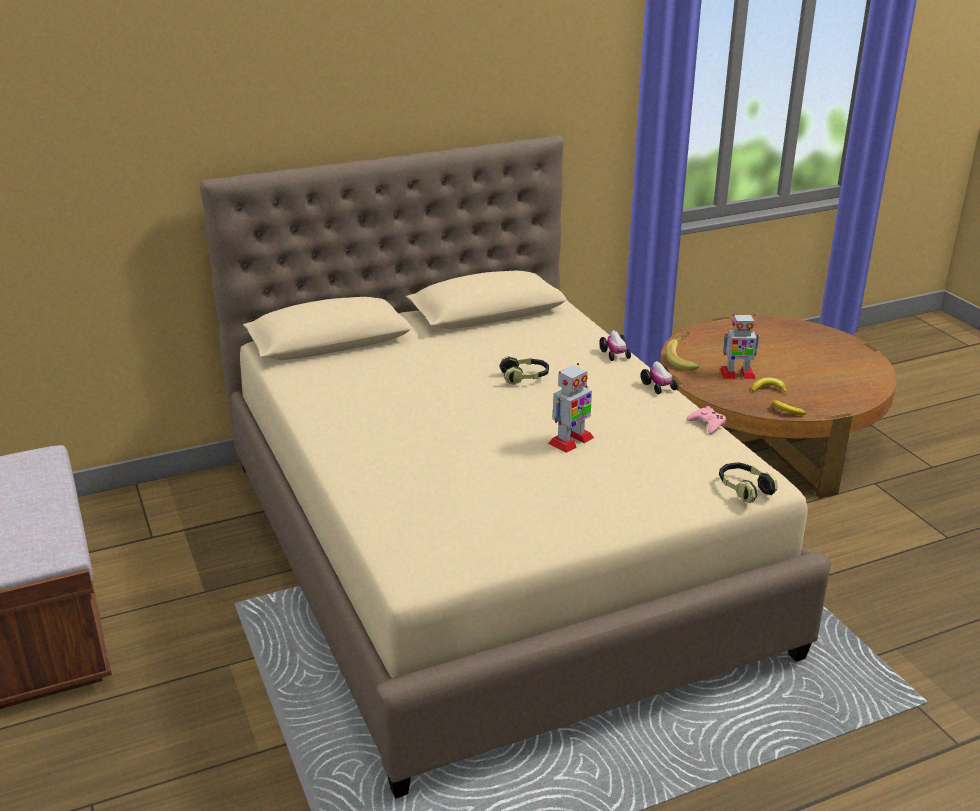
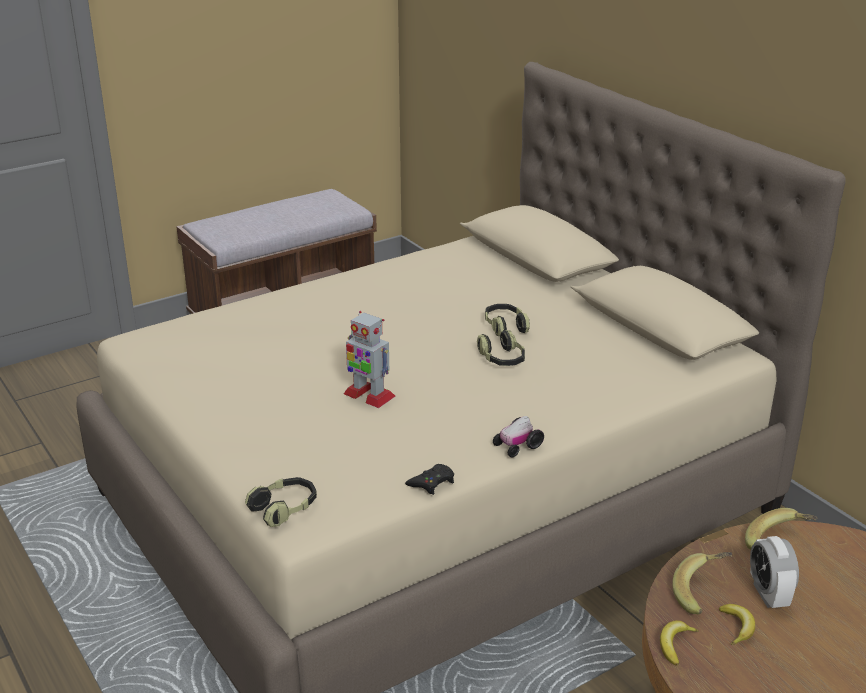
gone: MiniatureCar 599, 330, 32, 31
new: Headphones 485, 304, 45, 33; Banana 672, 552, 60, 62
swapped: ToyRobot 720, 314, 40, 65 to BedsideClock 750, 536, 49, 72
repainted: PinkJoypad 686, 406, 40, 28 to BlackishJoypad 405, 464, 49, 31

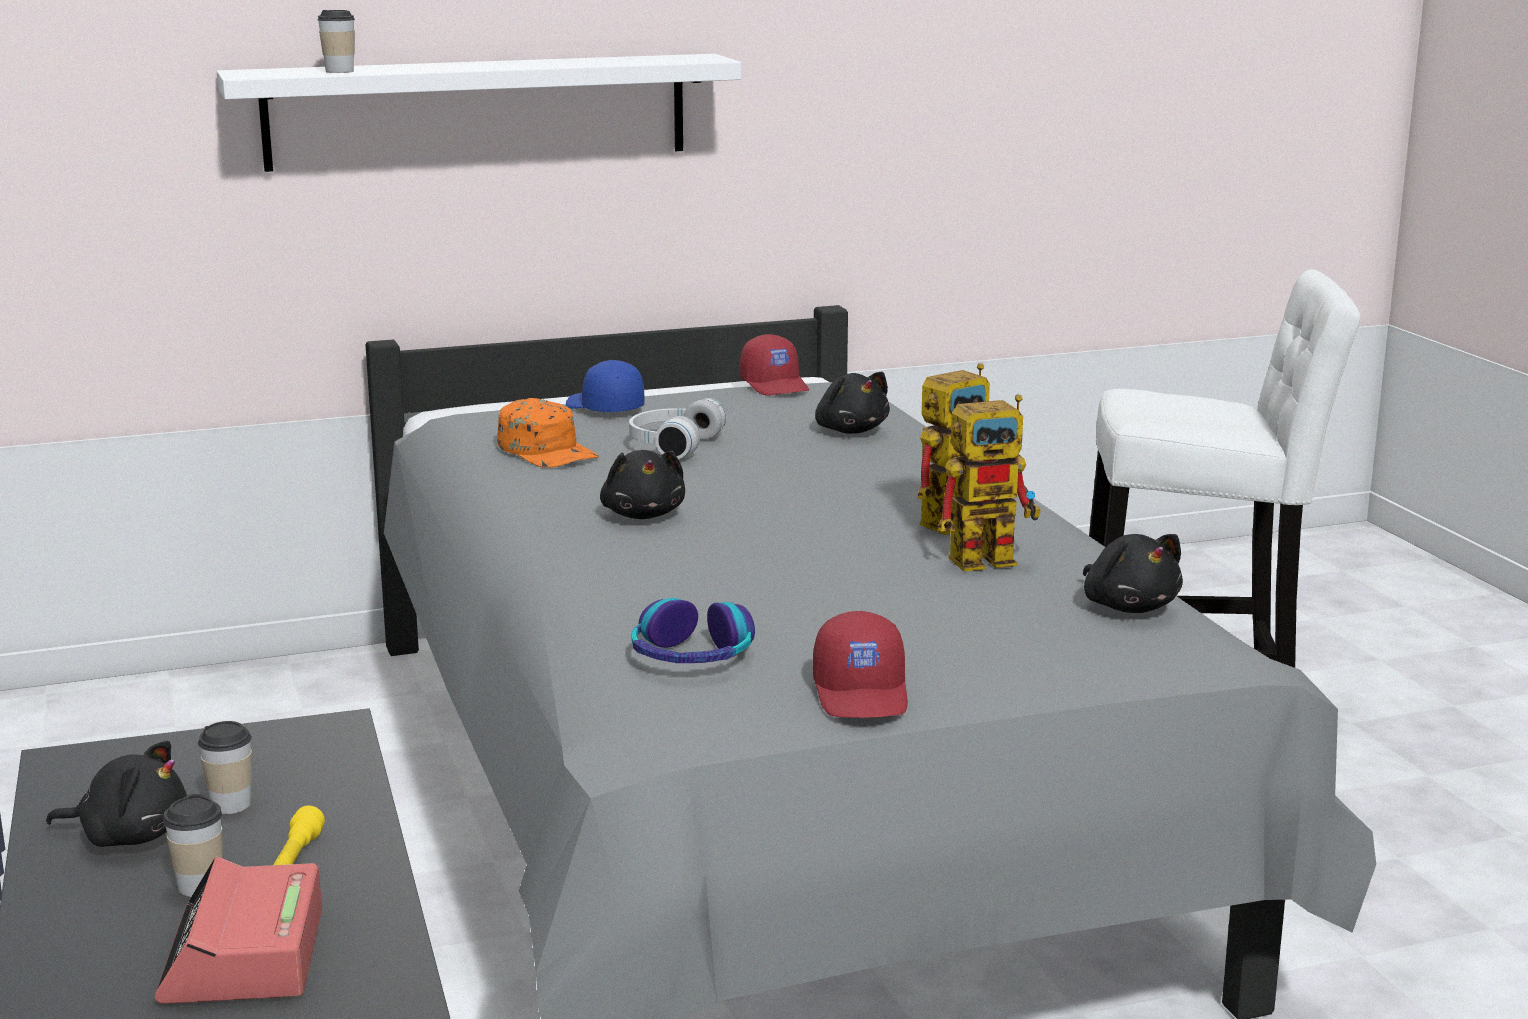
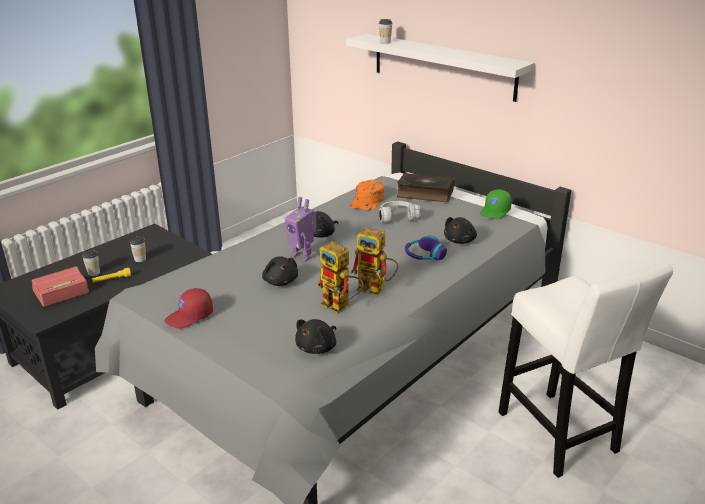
new: ToyRobot 285, 197, 31, 65
shifted: Headphones 631, 598, 124, 65 to 405, 235, 42, 26; BlackishPlushToy 46, 741, 141, 106 to 262, 256, 36, 30
swapped: BlueBaseballCap 566, 360, 79, 52 to BoundBook 397, 173, 57, 29
repainted: ReddishBaseballCap 740, 334, 69, 62 to GreenColouredBaseballCap 480, 189, 32, 30

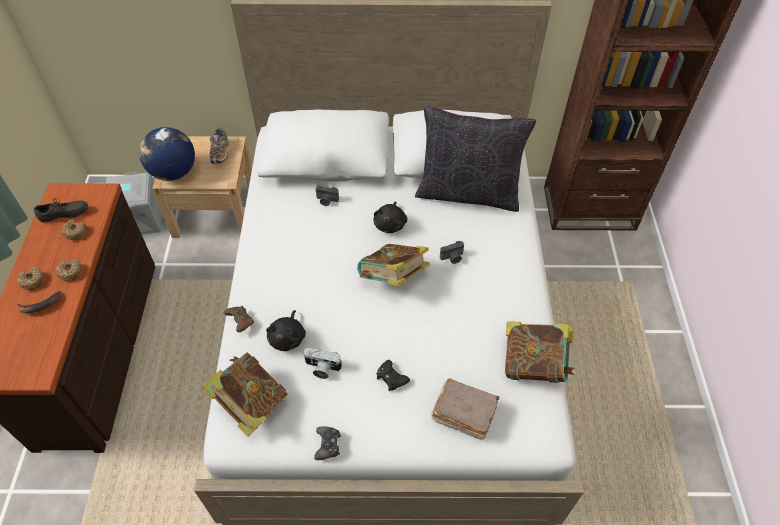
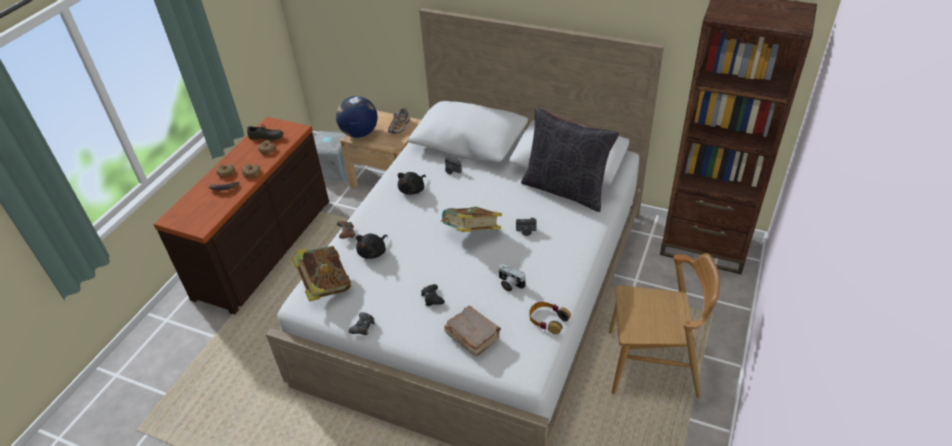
new: BrownColouredChair 609, 253, 111, 145
shifted: BlackishPlushToy 373, 202, 34, 31 to 398, 172, 28, 23; StillCamera 304, 348, 38, 31 to 499, 264, 27, 27
swapped: BoundBook 505, 321, 70, 62 to Headphones 529, 302, 42, 32

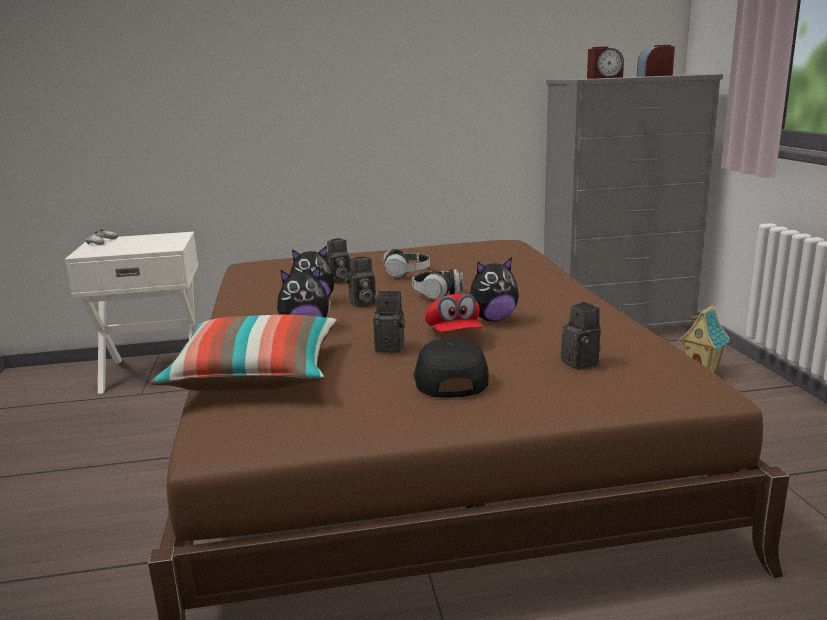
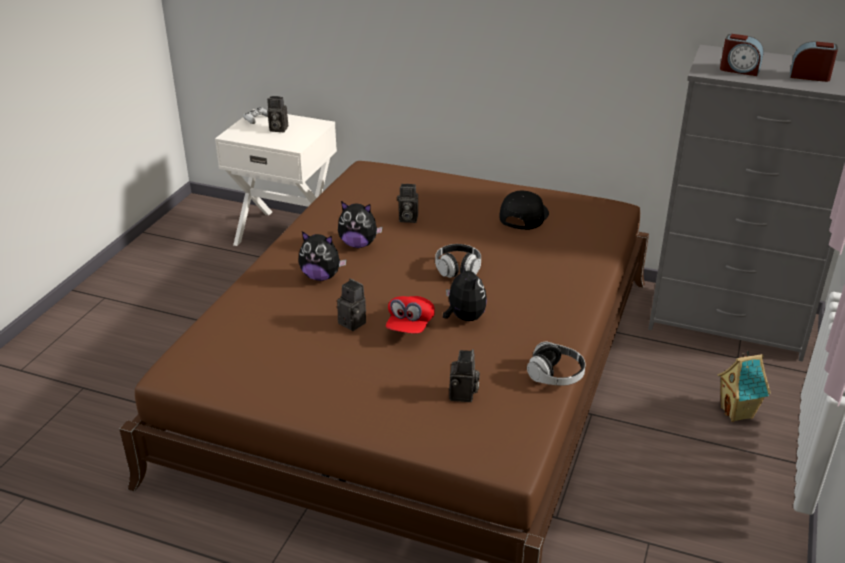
gone: ThrowPillow 150, 315, 187, 76
shifted: Headphones 382, 249, 48, 29 to 527, 342, 59, 44; StillCamera 345, 256, 31, 51 to 267, 96, 21, 36; BlackishBaseballCap 413, 338, 76, 60 to 500, 191, 49, 39
rotated: PlushToy 470, 257, 49, 64 = 443, 262, 44, 59 120 degrees counterclockwise

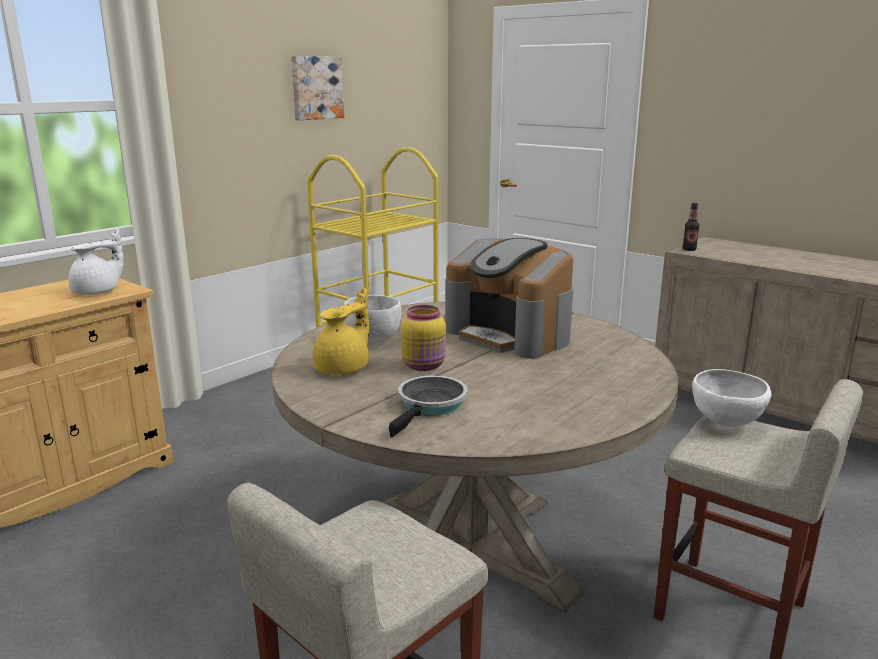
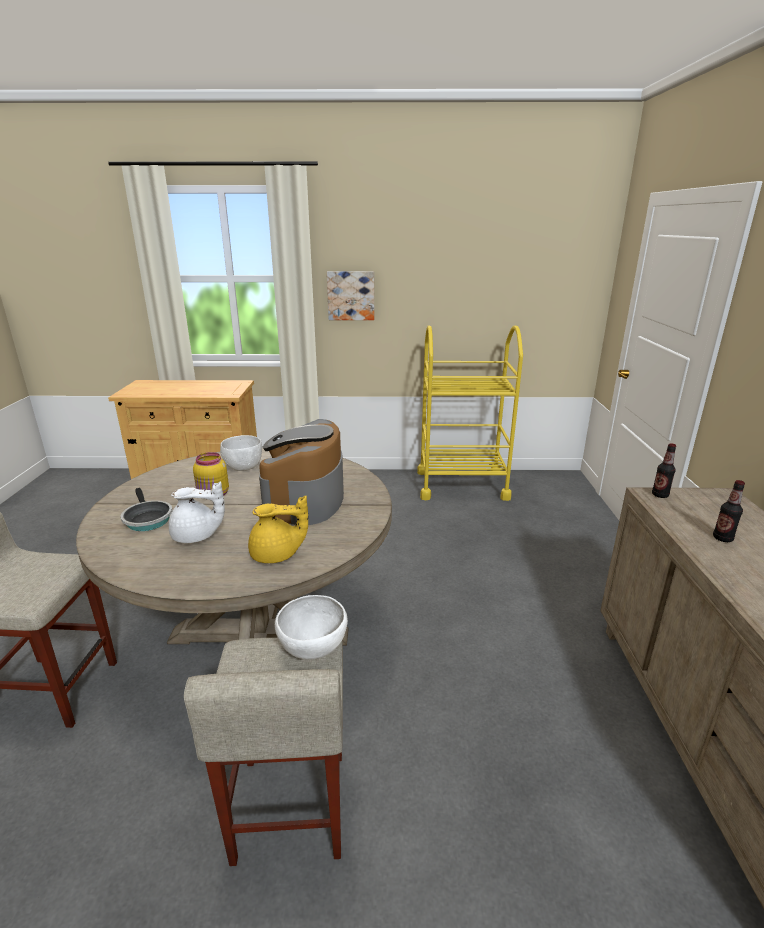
new: Bottle 713, 480, 32, 62
shifted: Picture 291, 56, 53, 64 to 327, 271, 47, 49; WhitishTeapot 68, 229, 55, 66 to 169, 482, 56, 61; YellowishTeapot 313, 288, 56, 87 to 248, 496, 60, 67
rotated: FryingPan 389, 376, 78, 61 = 121, 488, 51, 43 75 degrees clockwise

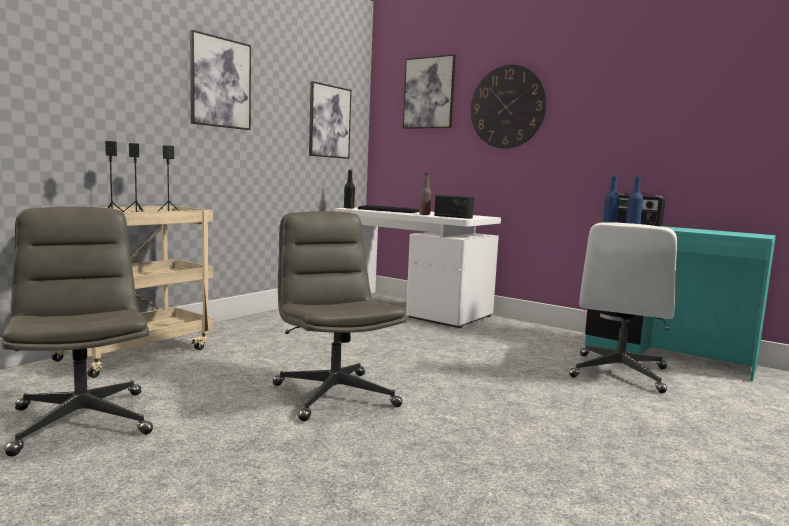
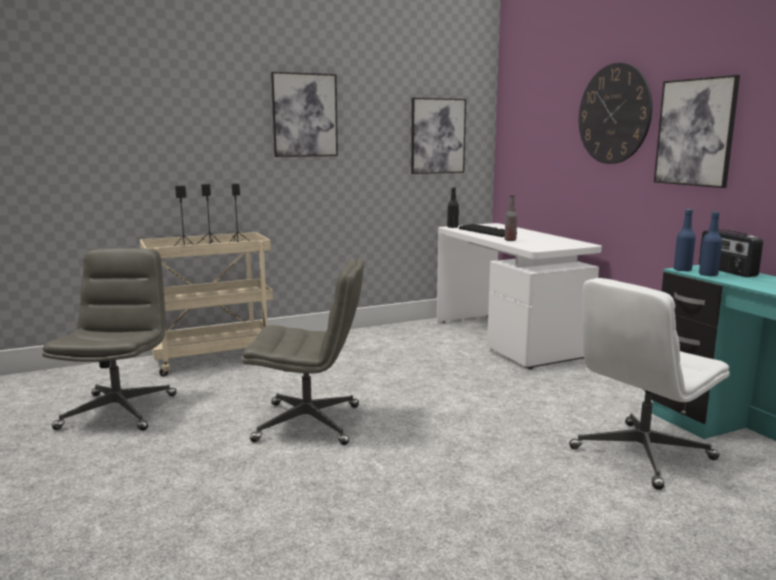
gone: RadioReceiver 434, 195, 40, 24
shifted: Picture 402, 54, 54, 75 to 654, 75, 86, 113
rotated: GreyOfficeChair 273, 211, 133, 210 = 242, 258, 122, 187 90 degrees clockwise

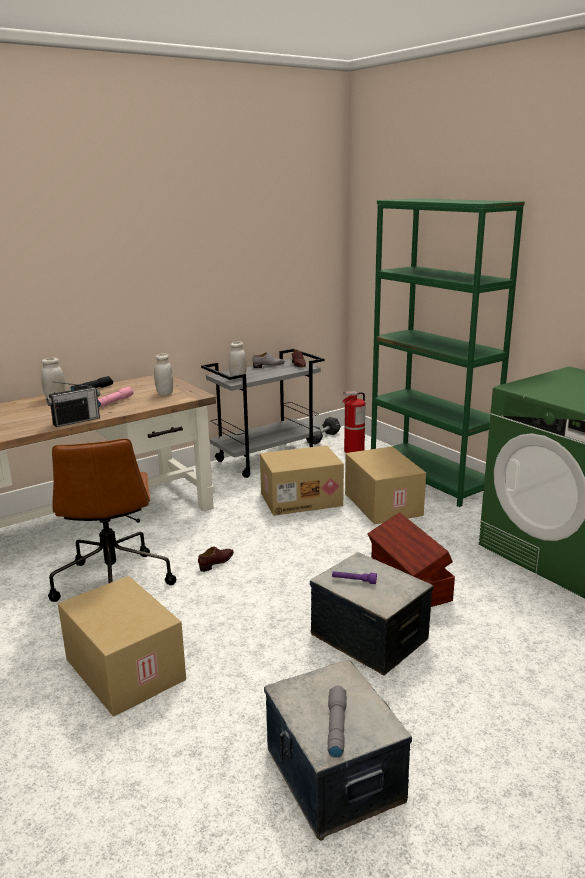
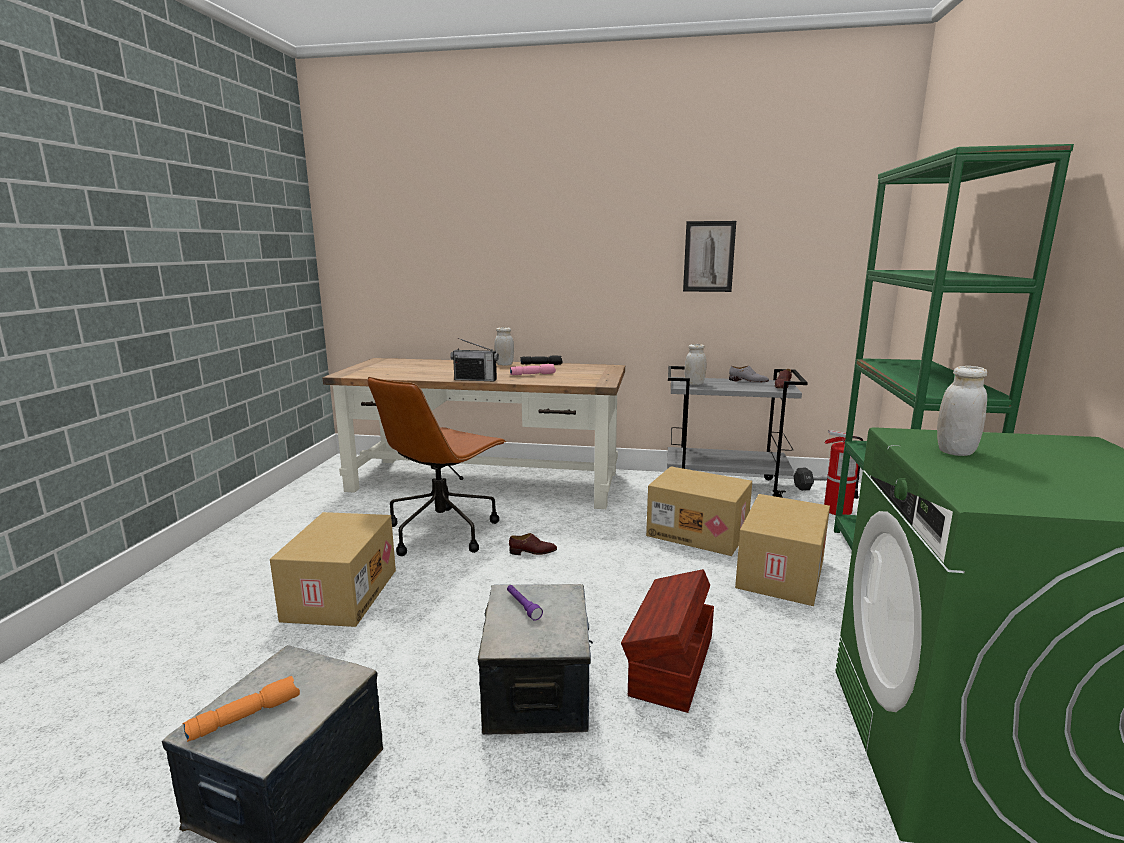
new: Picture 683, 221, 53, 71
shifted: WhitishPreserveJar 154, 354, 19, 42 to 937, 366, 50, 90
repainted: GreyTorch 327, 686, 20, 72 to OrangeTorch 182, 676, 118, 66

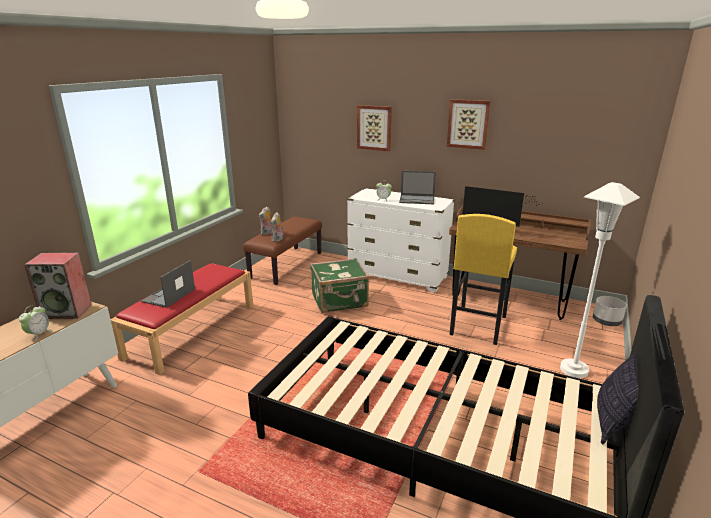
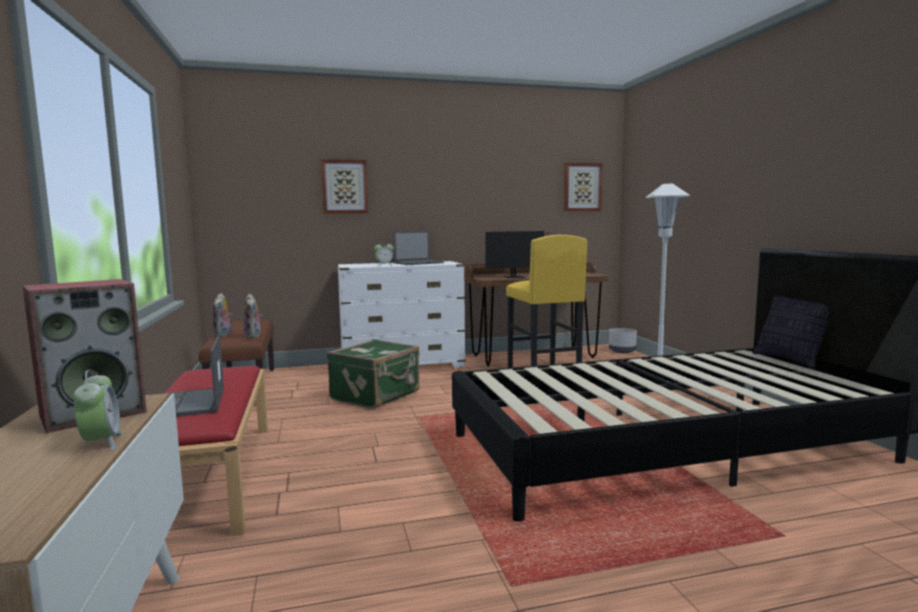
shifted: Picture 447, 99, 43, 51 to 564, 163, 39, 48

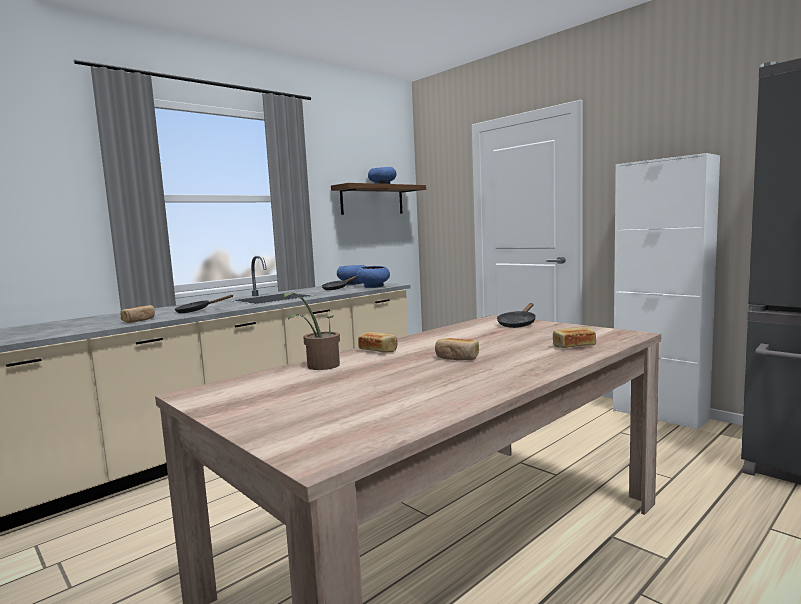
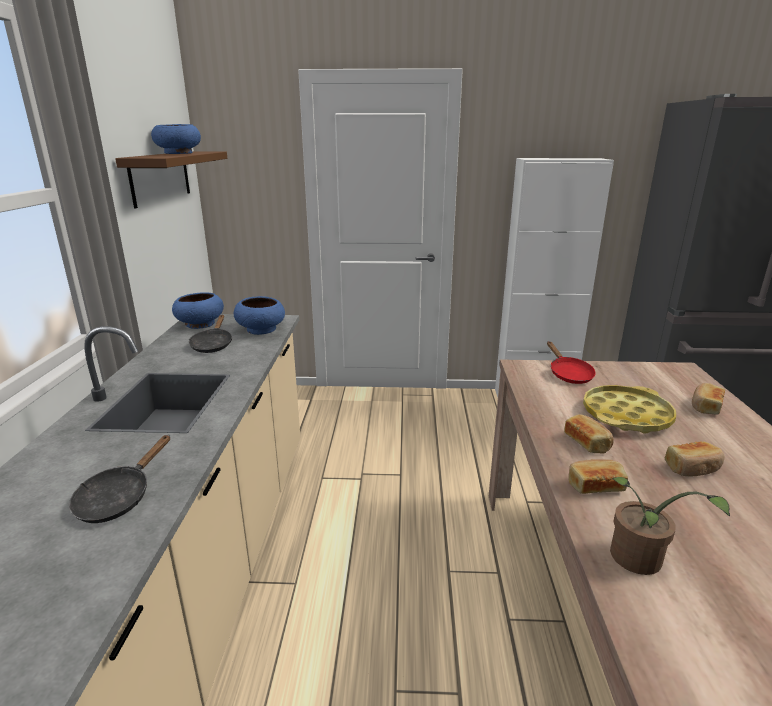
new: YellowishServingTray 583, 385, 93, 48
shifted: Bread 121, 305, 34, 18 to 564, 414, 50, 40
repainted: BlackishFryingPan 497, 303, 39, 25 to ReddishFryingPan 547, 341, 49, 43

